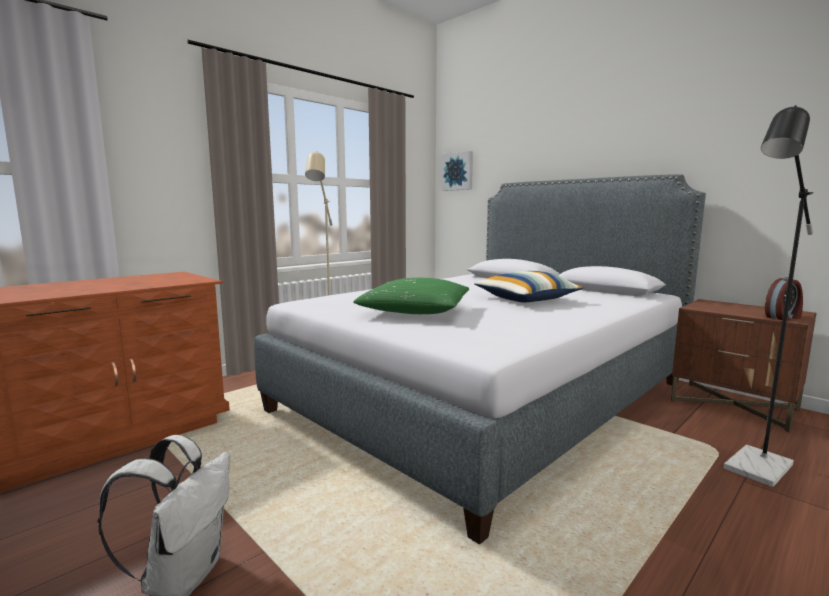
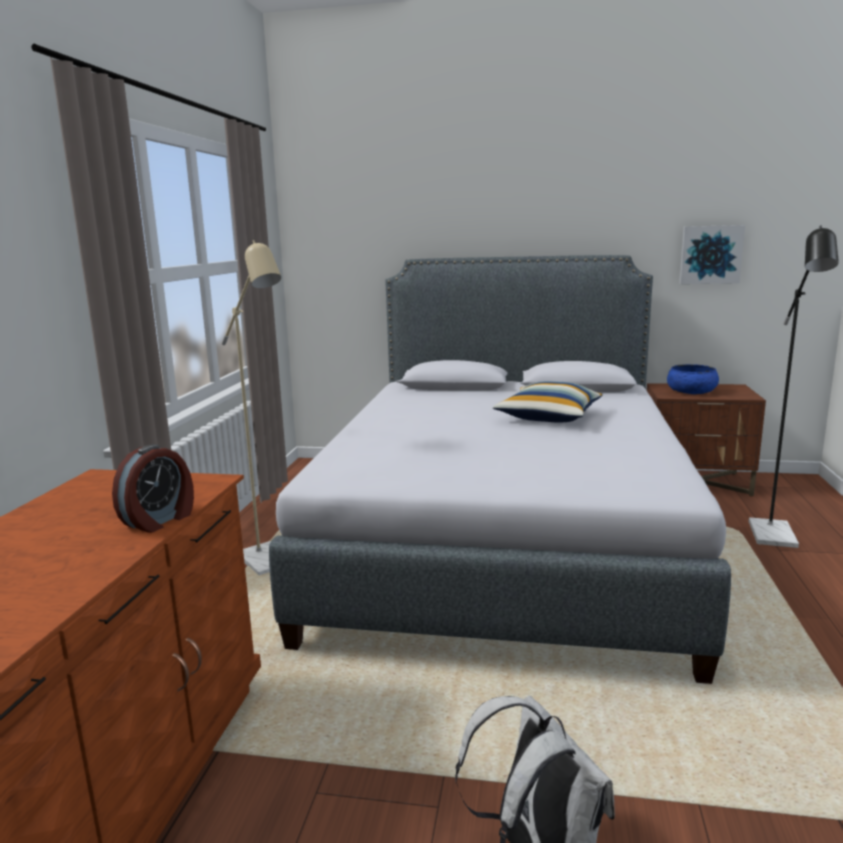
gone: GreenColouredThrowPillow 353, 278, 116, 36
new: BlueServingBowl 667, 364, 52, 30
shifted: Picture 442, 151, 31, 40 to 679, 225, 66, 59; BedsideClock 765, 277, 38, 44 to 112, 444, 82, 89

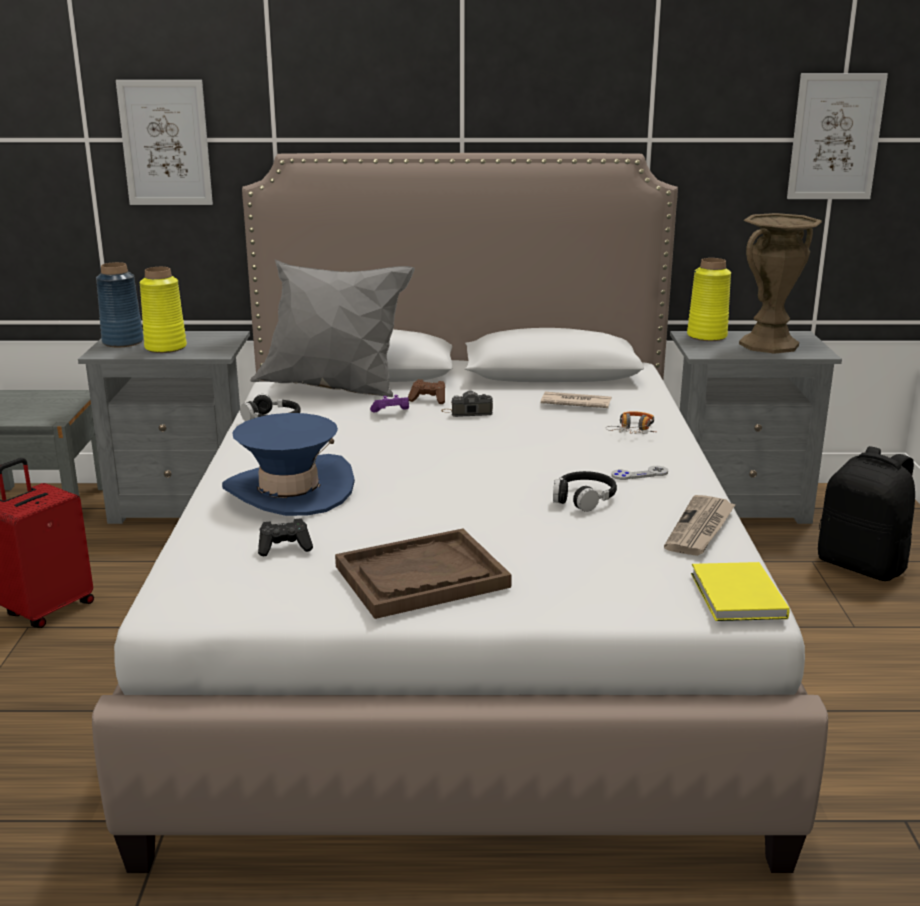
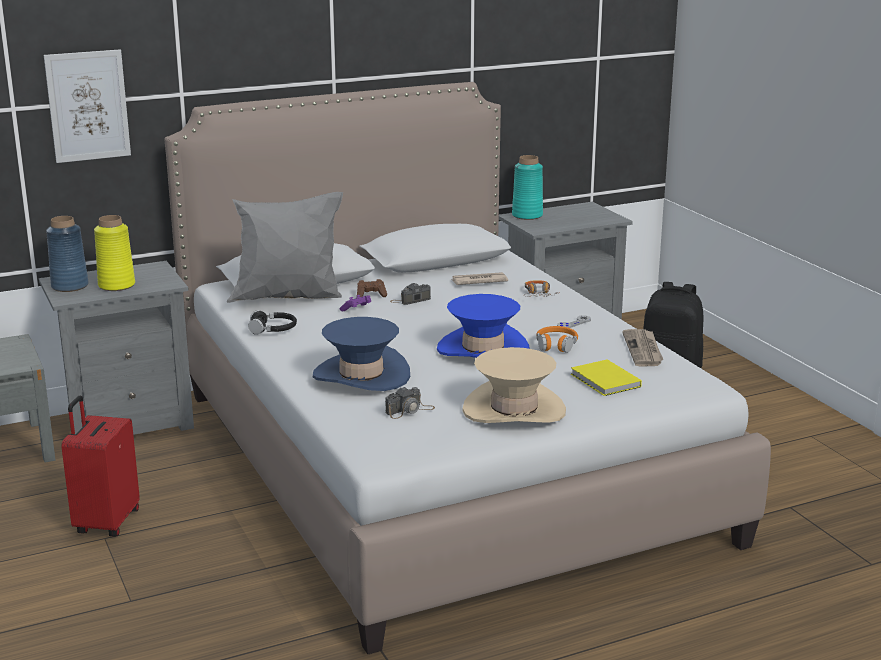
gone: Picture 787, 73, 101, 126; BrownColouredVase 739, 213, 83, 141
new: BlueClothingHat 437, 294, 92, 64
shifted: YellowishBoundBook 691, 562, 99, 59 to 571, 359, 71, 37
swapped: BlackishJoypad 258, 518, 55, 38 to StillCamera 385, 386, 50, 33; BrownColouredServingTray 335, 529, 177, 90 to SandColouredClothingHat 462, 347, 104, 76
repainted: YellowishVase 687, 258, 44, 83 to TurquoiseColouredVase 512, 155, 31, 65; BlackishHeadphones 553, 471, 64, 41 to OrangeHeadphones 537, 326, 41, 27

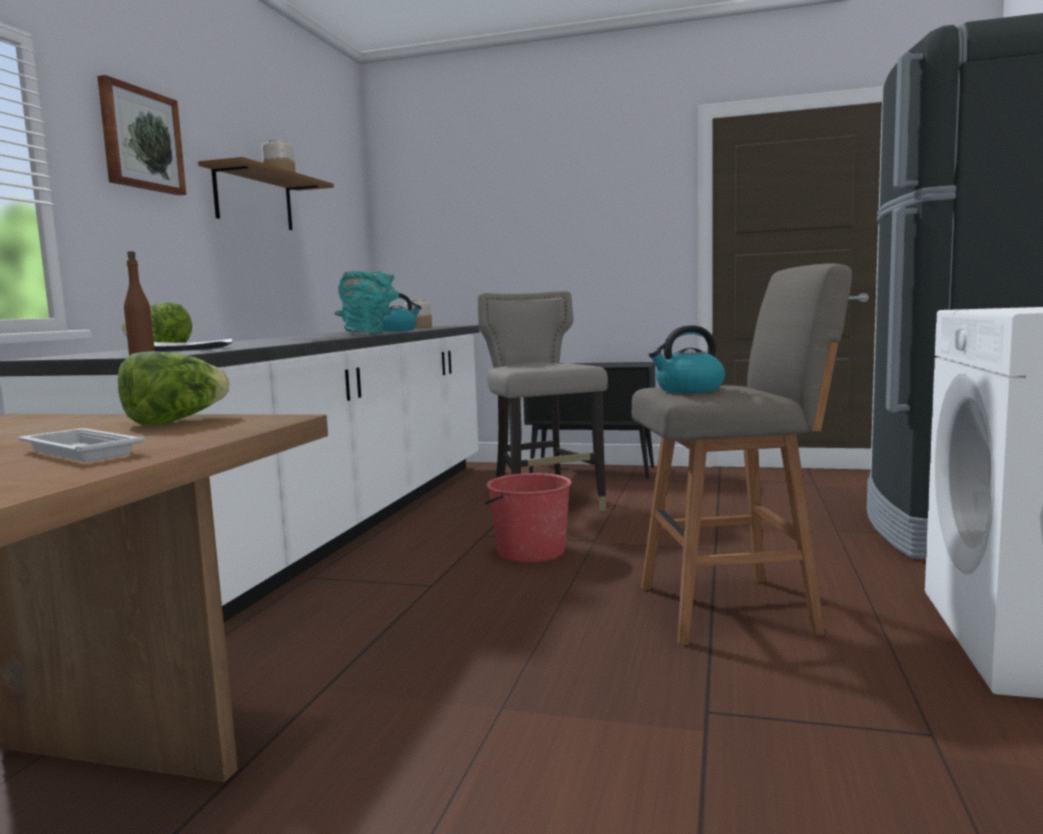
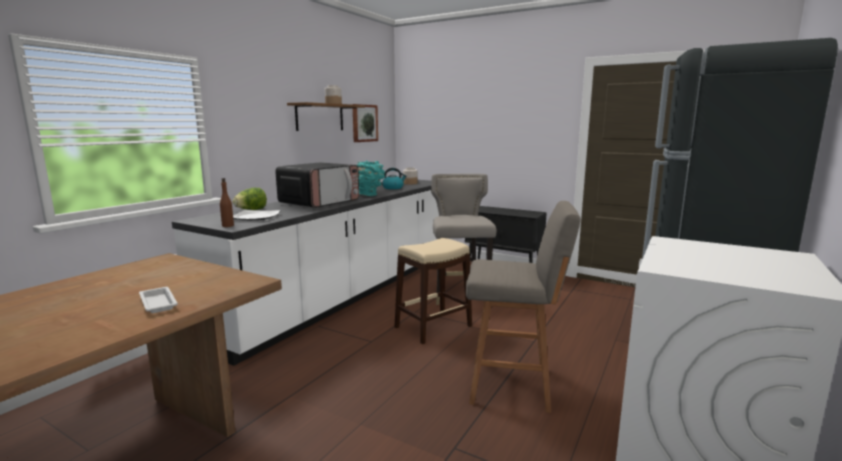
gone: WaterKettle 649, 325, 76, 68; HeadOfLettuce 118, 351, 112, 74
new: MicrowaveOven 275, 162, 84, 46
shifted: Picture 97, 75, 89, 120 to 352, 104, 26, 38
swapped: ReddishWaterBucket 485, 473, 87, 90 to SandColouredStool 394, 238, 78, 106

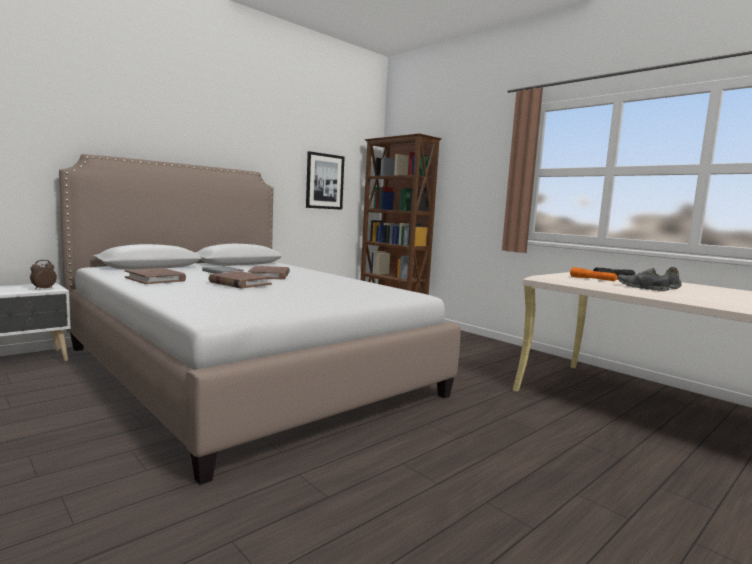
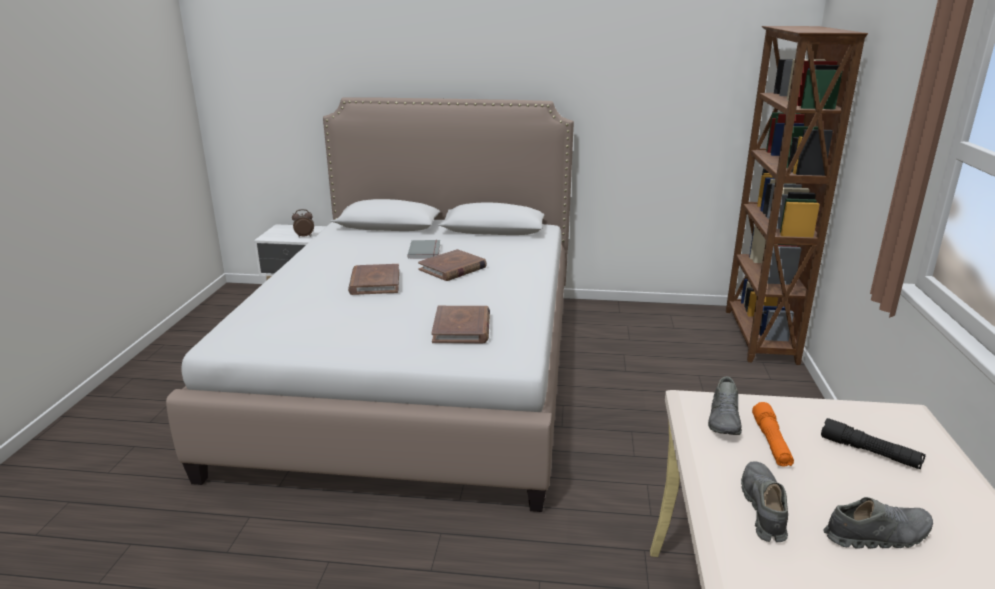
gone: Picture 306, 151, 39, 59
new: GreyShoe 708, 376, 34, 59
shifted: BrownColouredBoundBook 125, 268, 61, 16 to 432, 306, 58, 37

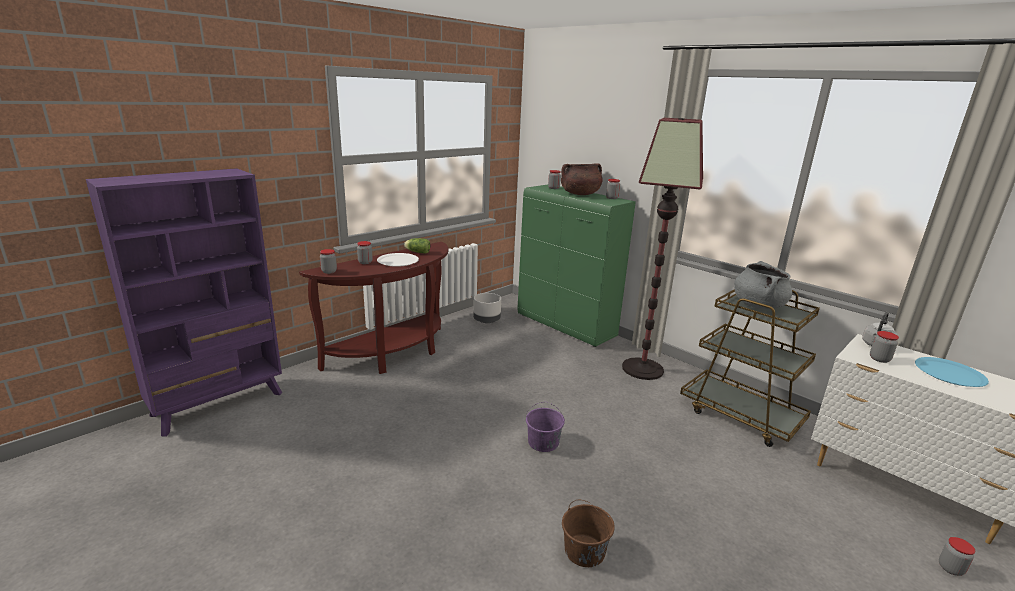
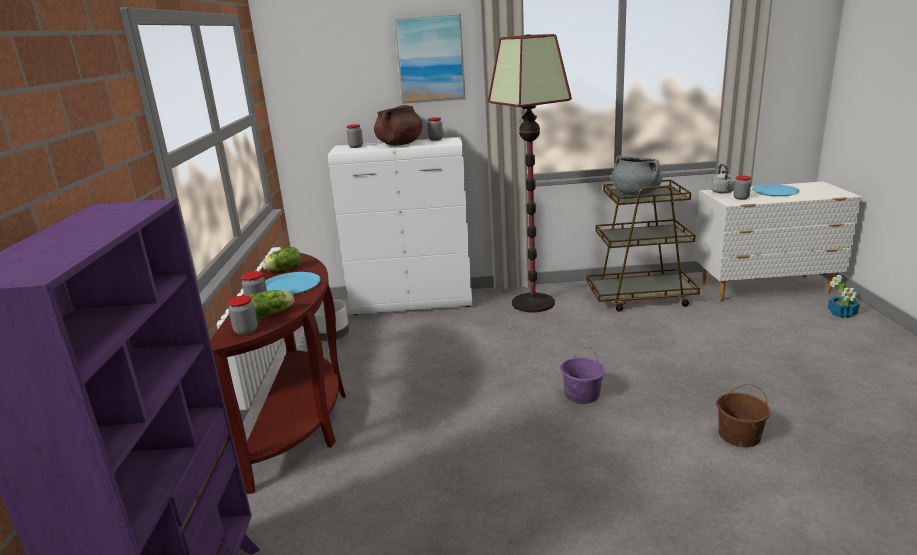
new: Picture 394, 14, 72, 90; HeadOfLettuce 250, 290, 44, 29
swapped: PreserveJar 939, 537, 36, 39 to PlantInAPot 828, 275, 31, 43
repainted: GreenColouredStorageCabinet 518, 185, 118, 162 to WhitishStorageCabinet 328, 137, 144, 178; WhitishFlatDish 377, 253, 42, 14 to BlueFlatDish 265, 272, 56, 23

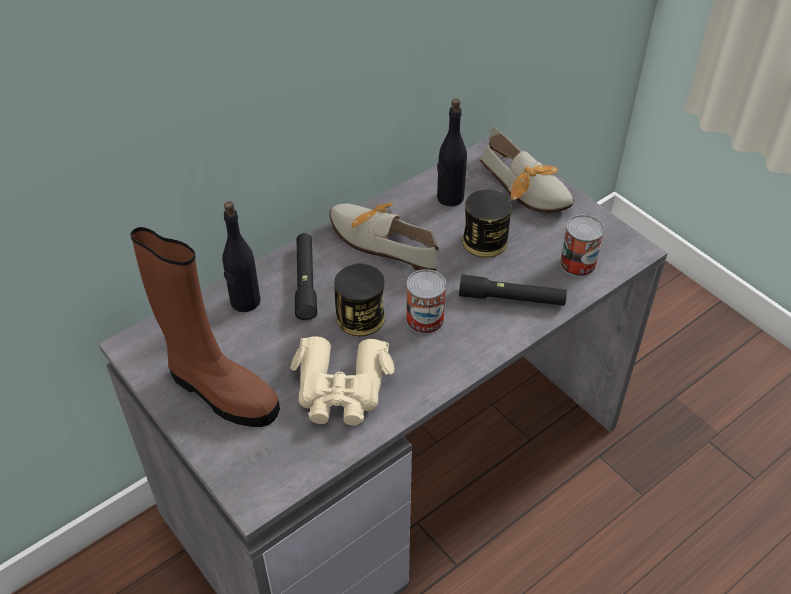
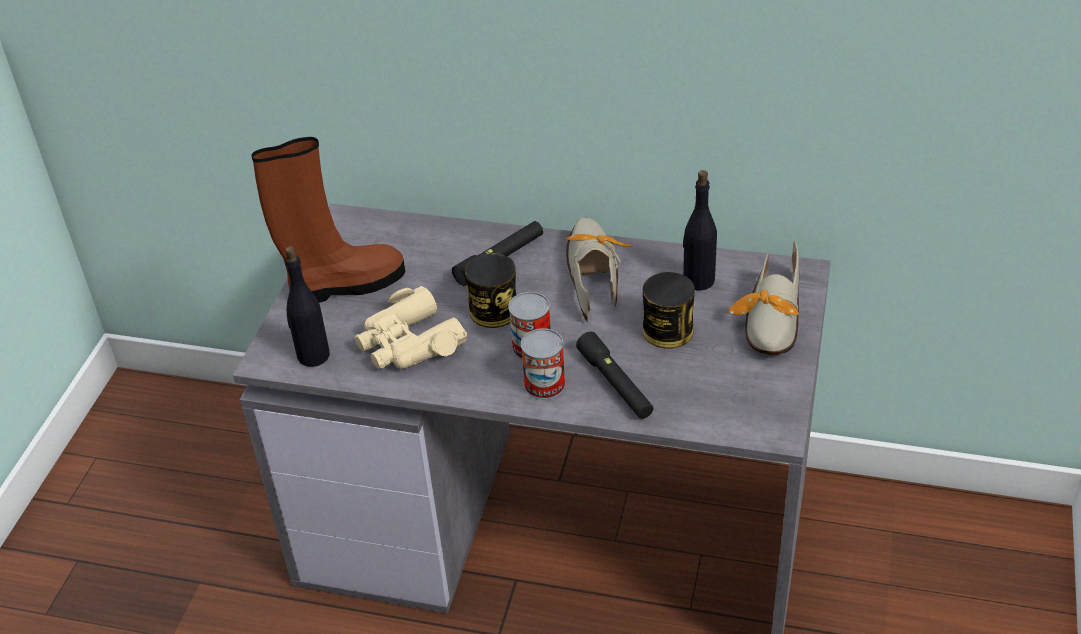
shifted: BlackishBottle 222, 201, 39, 111 to 285, 246, 45, 121; MetalCan 560, 215, 44, 62 to 521, 328, 44, 71
rotated: BrownColouredBoot 131, 227, 149, 200 = 252, 137, 153, 166 105 degrees counterclockwise

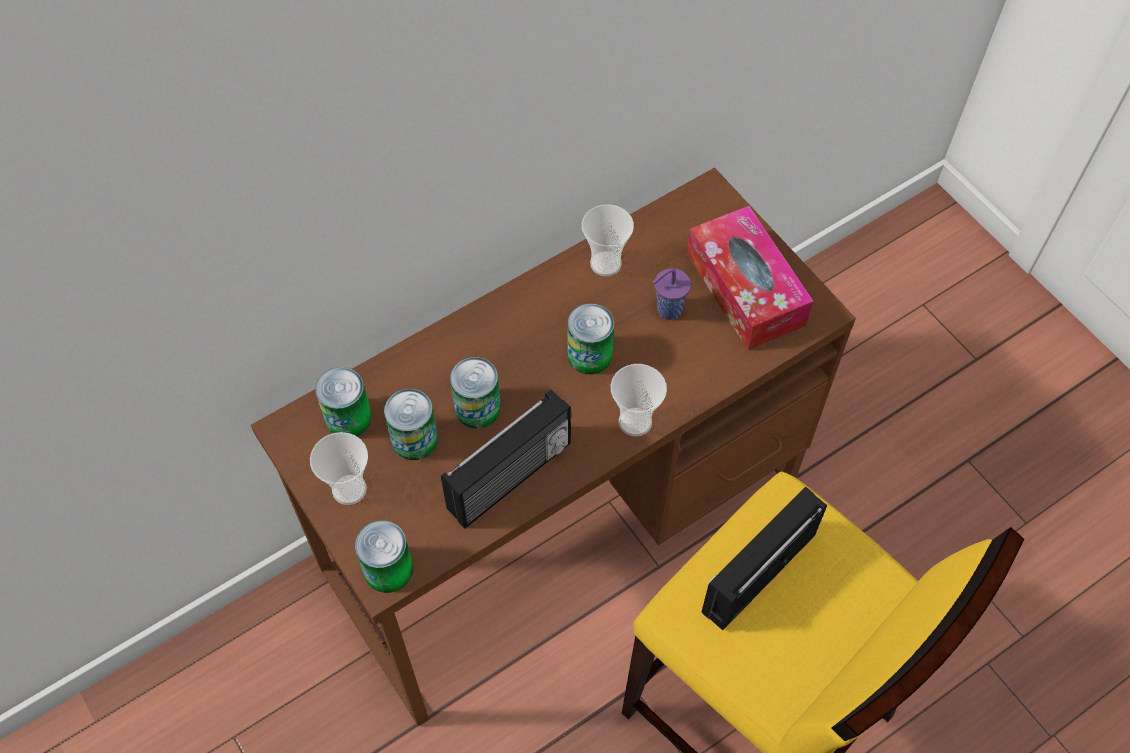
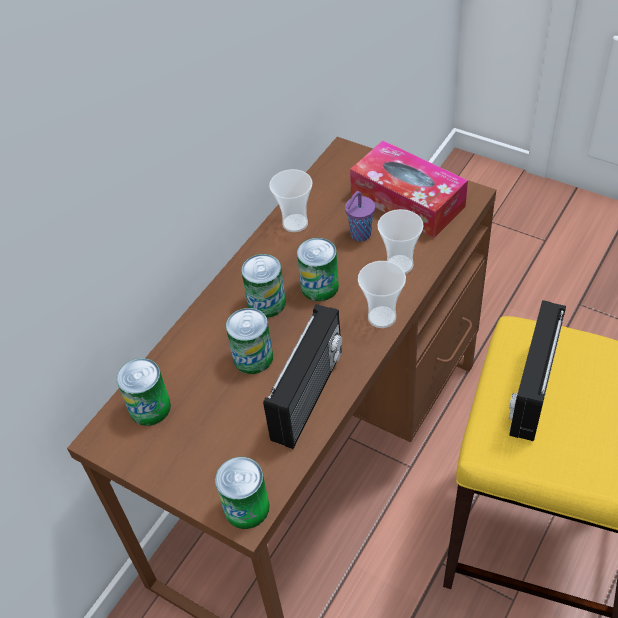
shifted: MetalCan 384, 389, 54, 71 to 241, 254, 45, 64; DrinkingCup 310, 432, 58, 73 to 377, 209, 47, 65

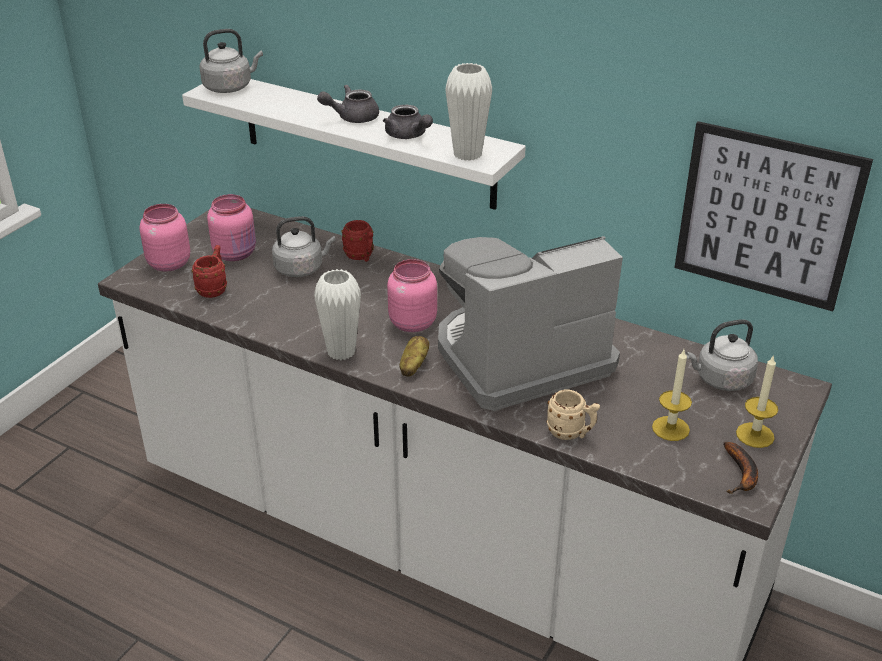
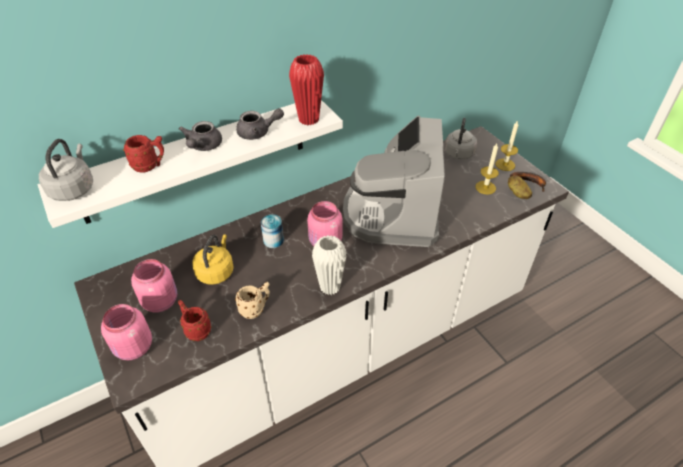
gone: Picture 674, 121, 199, 190
new: MetalCan 261, 214, 23, 34
shifted: ReddishCoffeeMug 341, 220, 33, 42 to 123, 135, 41, 37; WholePotato 400, 336, 29, 41 to 508, 175, 24, 24; SandColouredCoffeeMug 547, 389, 53, 51 to 235, 282, 35, 37
repainted: WhitishVase 445, 63, 47, 98 to ReddishVase 289, 54, 35, 71; GreyWaterKettle 272, 216, 64, 61 to YellowishWaterKettle 192, 234, 42, 51

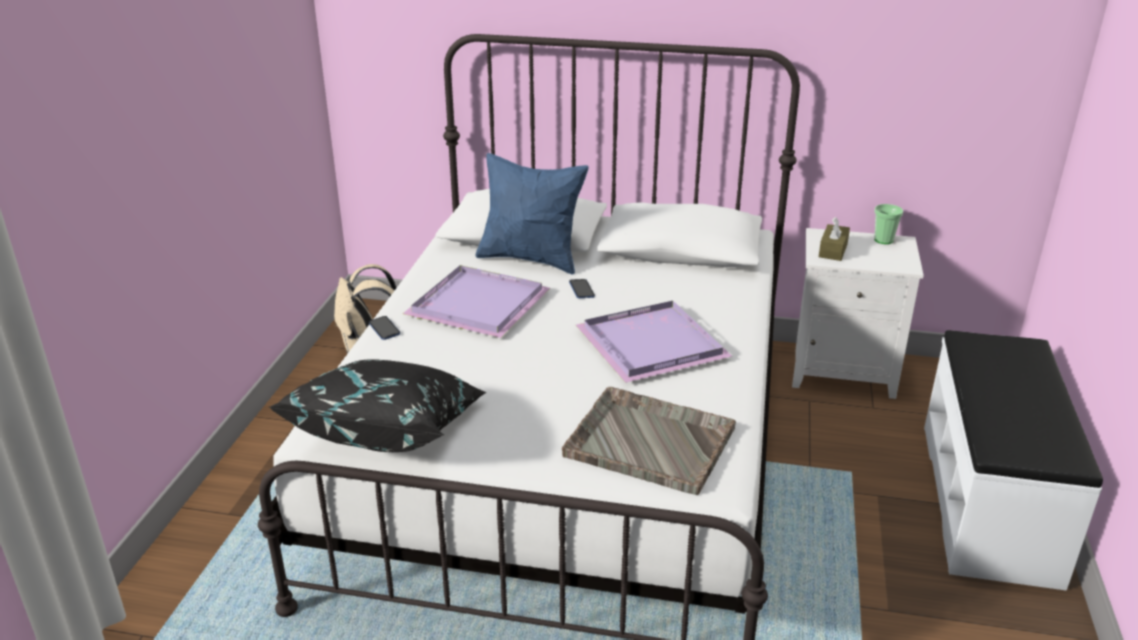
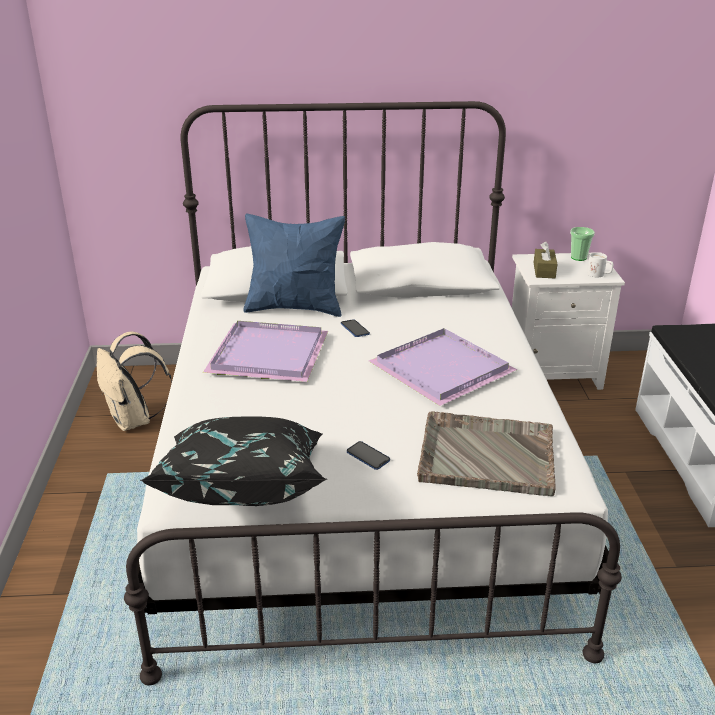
new: WhitishCoffeeMug 587, 253, 26, 24
shifted: Phone 369, 316, 31, 24 to 347, 441, 43, 29

